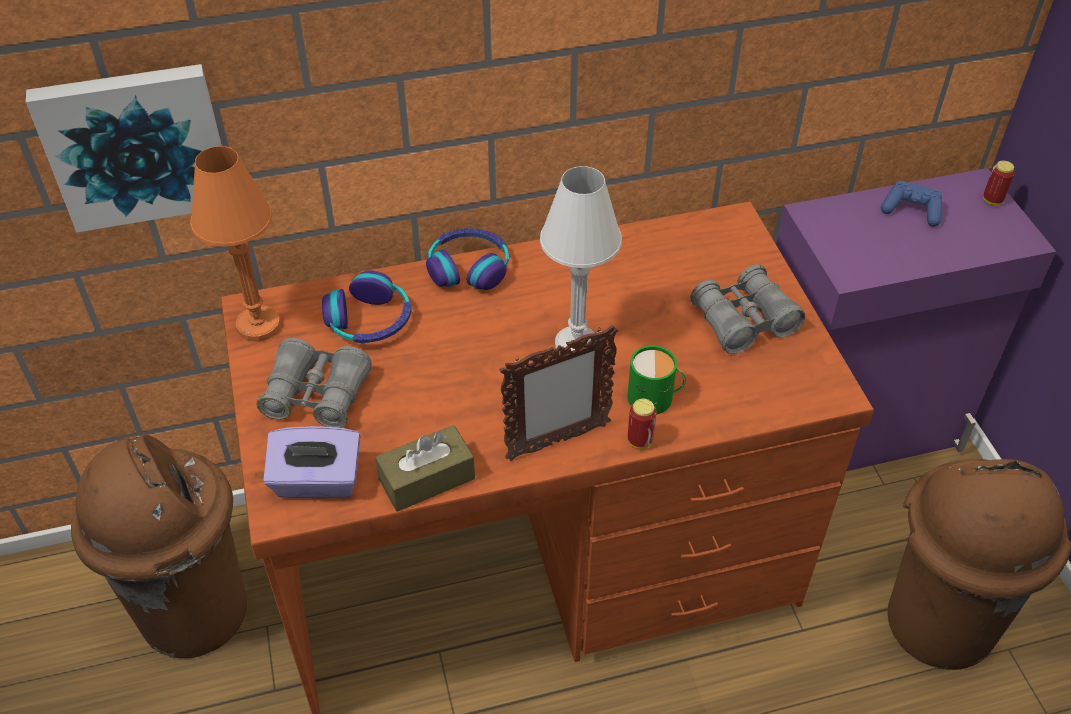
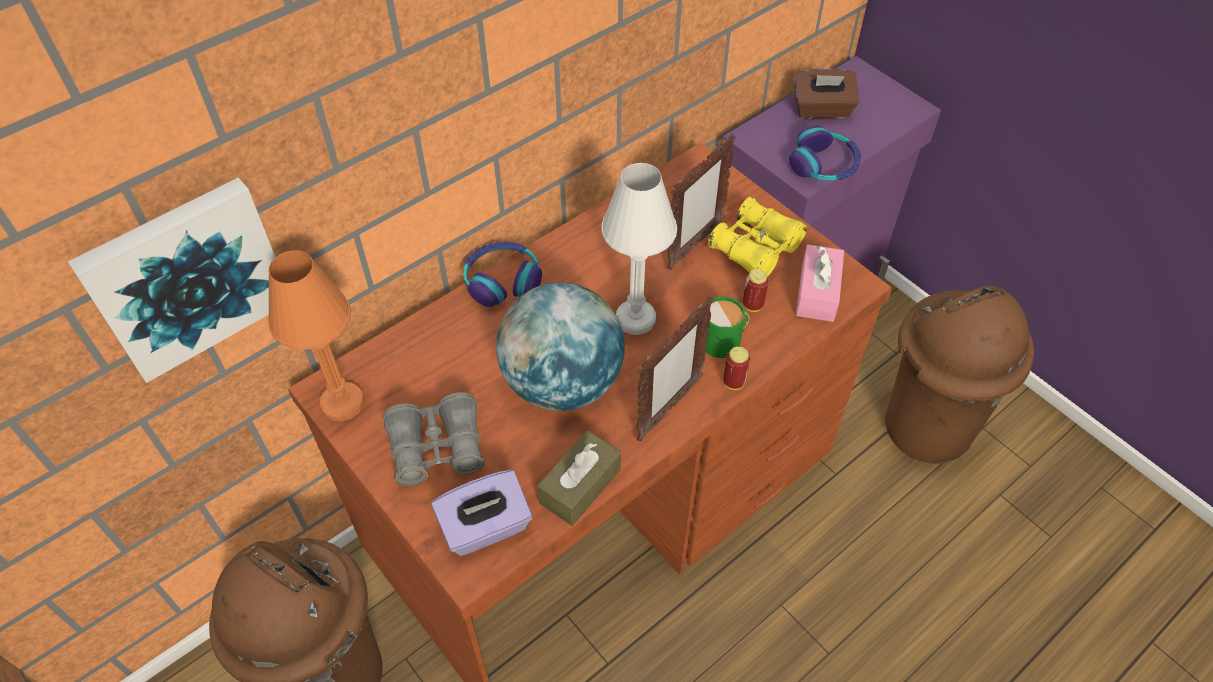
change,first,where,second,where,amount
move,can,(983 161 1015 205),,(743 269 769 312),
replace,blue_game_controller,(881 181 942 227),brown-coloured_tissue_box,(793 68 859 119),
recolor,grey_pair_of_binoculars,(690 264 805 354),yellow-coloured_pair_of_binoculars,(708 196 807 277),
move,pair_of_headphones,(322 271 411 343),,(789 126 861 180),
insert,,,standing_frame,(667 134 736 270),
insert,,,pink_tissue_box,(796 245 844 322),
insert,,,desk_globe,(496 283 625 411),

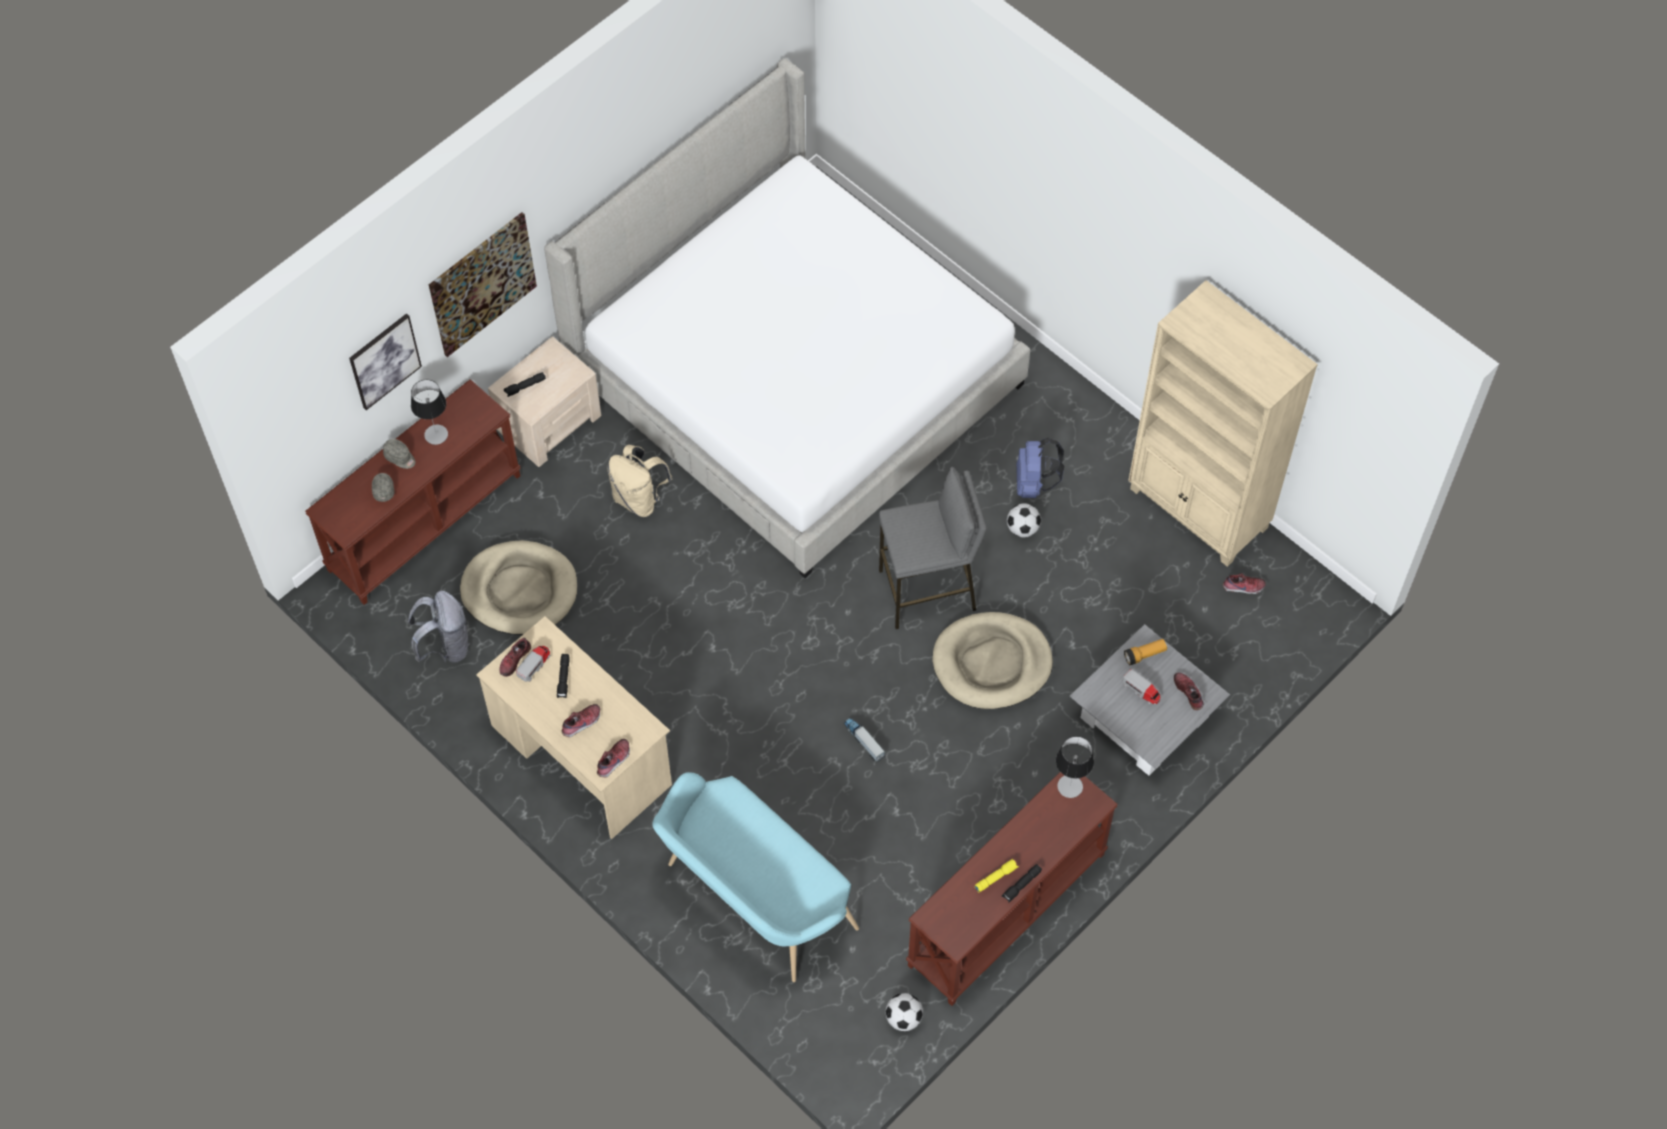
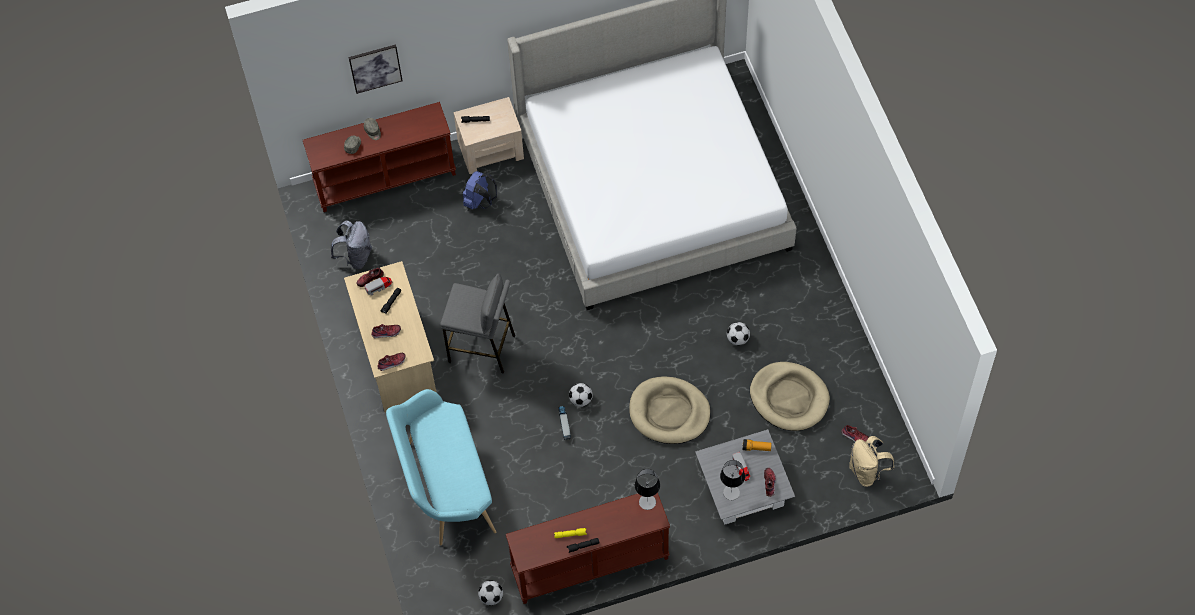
change,first,where,second,where,amount
delete,wall_art,(429 212 537 357),,,
delete,sand-coloured_bookshelf,(1128 280 1318 567),,,
move,tabletop_lamp,(411 380 448 445),,(720 460 745 500),
move,blue_backpack,(1016 438 1064 498),,(463 171 497 209),
move,sand-coloured_backpack,(608 445 672 517),,(849 436 895 487),
move,grey_stool_seat,(879 467 987 629),,(440 273 515 374),
move,sand-coloured_dog_bed,(460 540 577 635),,(750 362 830 431),
insert,,,ball_for_football,(569 383 593 407),

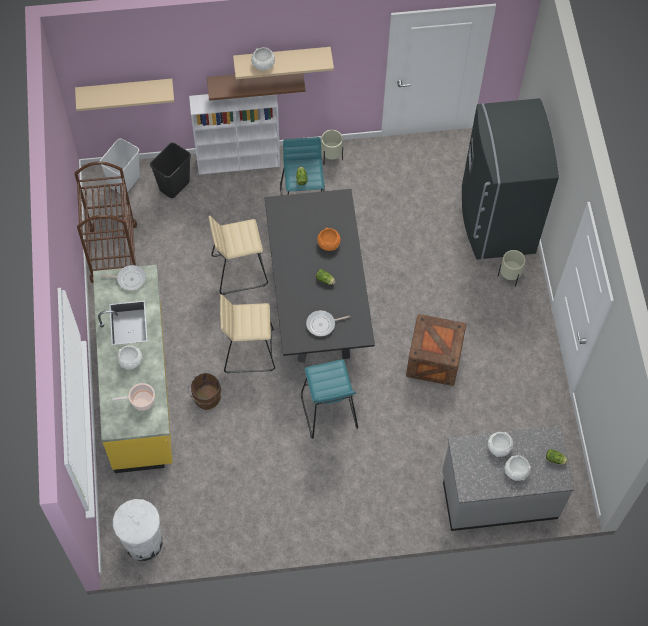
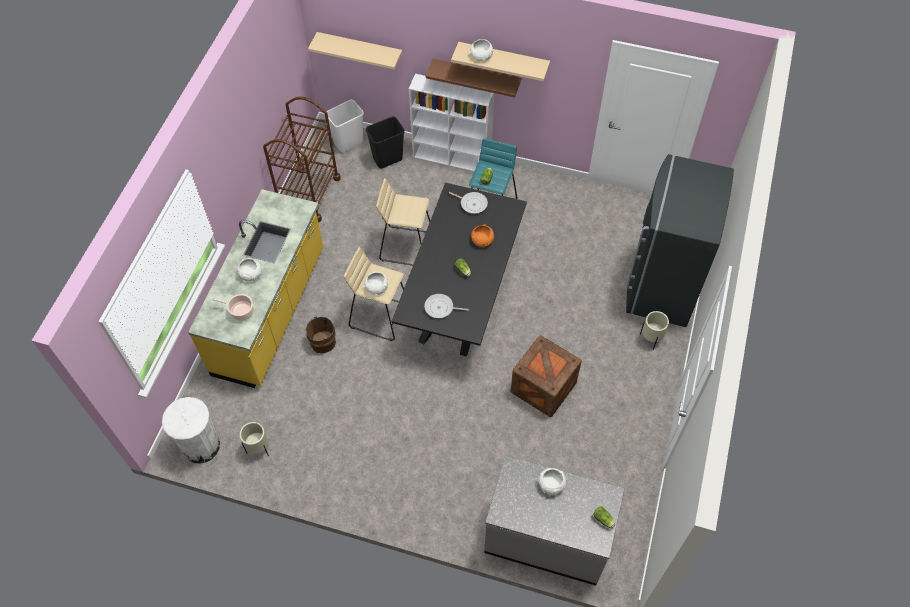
change,first,where,second,where,amount
move,sand-coloured_flower_pot,(321 130 343 164),,(240 422 269 457),
move,pan,(101 265 146 291),,(449 192 488 214),
delete,blue-green_stool_seat,(301 359 358 439),,,
move,white-coloured_deep_dish,(505 455 531 481),,(364 271 388 295),

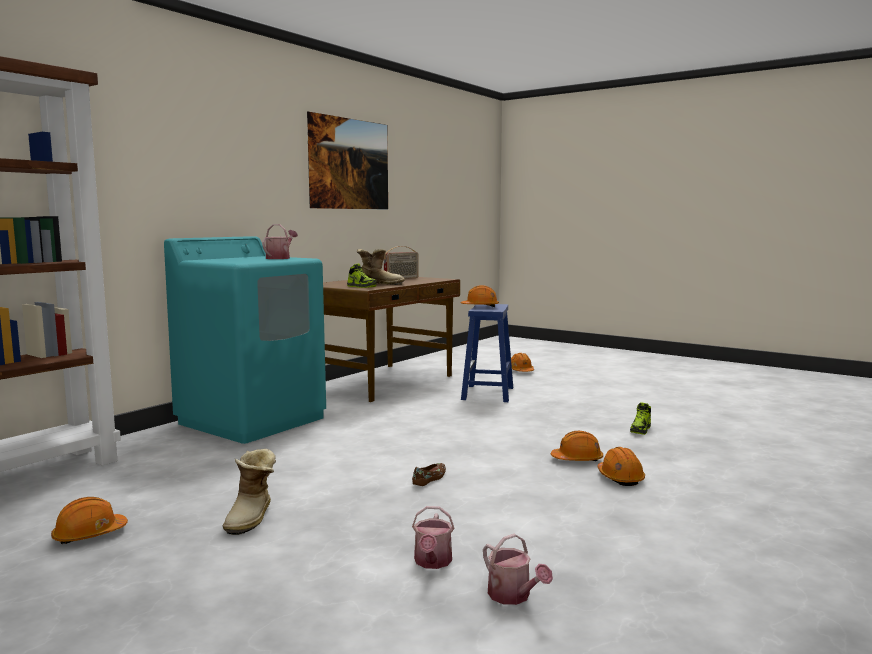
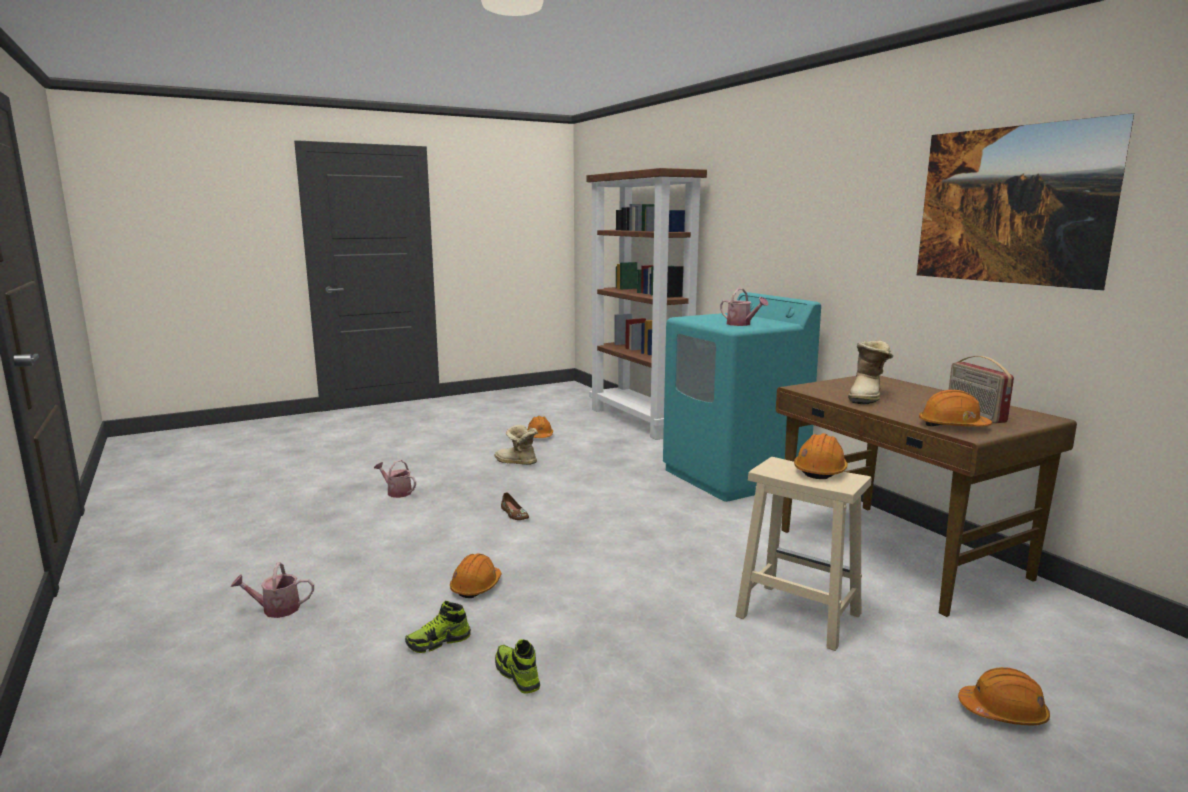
change,first,where,second,where,amount
move,low_shoe,(347 263 377 288),,(405 601 471 653),
recolor,blue_stool_seat,(461 304 513 402),sand-coloured_stool_seat,(736 457 872 651),
move,orange_hard_hat,(597 447 645 486),,(919 390 992 426),
move,watering_pot,(483 534 553 605),,(231 562 314 618),

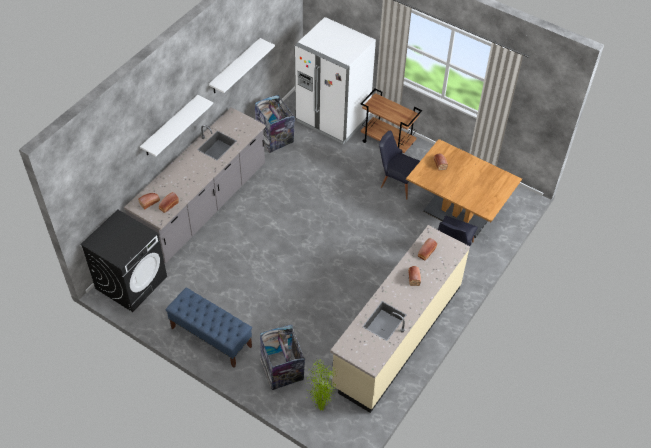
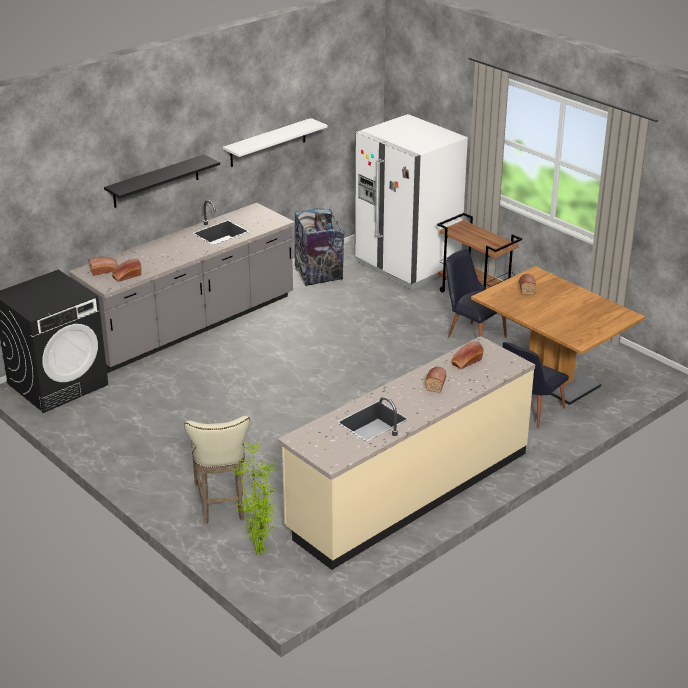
change,first,where,second,where,amount
recolor,white-coloured_shelf,(140 95 213 156),black-coloured_shelf,(104 155 220 208),
delete,blue_bench,(166 287 252 367),,,
replace,trash_can,(260 325 305 390),sand-coloured_stool_seat,(184 416 250 524),

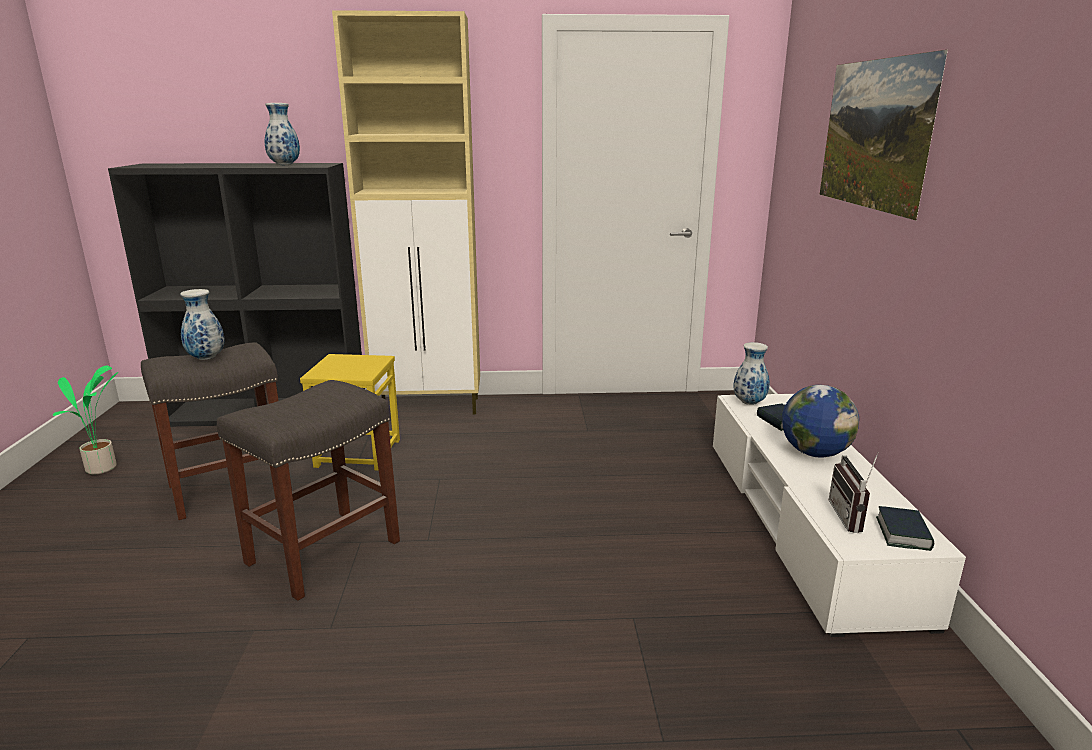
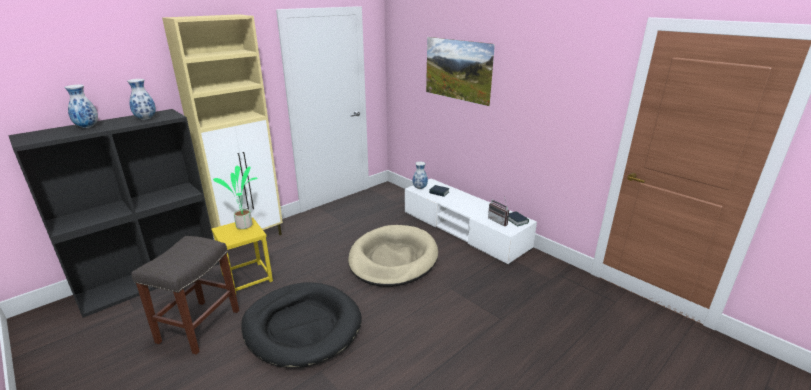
change,first,where,second,where,amount
move,vase,(180 289 225 360),,(65 85 98 128),
move,potted_plant,(53 366 119 475),,(213 166 258 229),
replace,grey_stool_seat,(217 380 400 601),black-coloured_dog_bed,(241 282 362 368),
delete,desk_globe,(782 385 859 458),,,
insert,,,sand-coloured_dog_bed,(348 225 438 287),

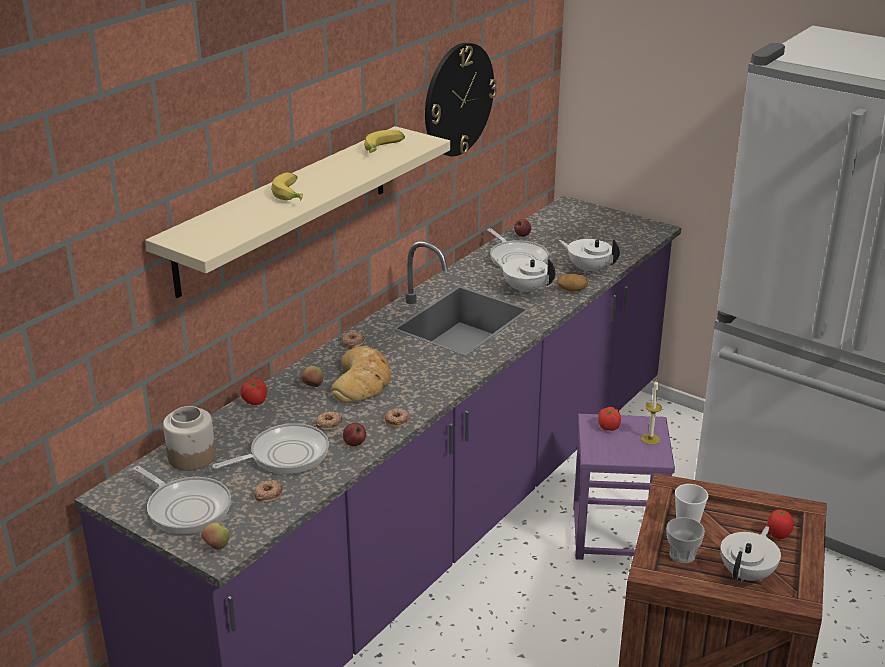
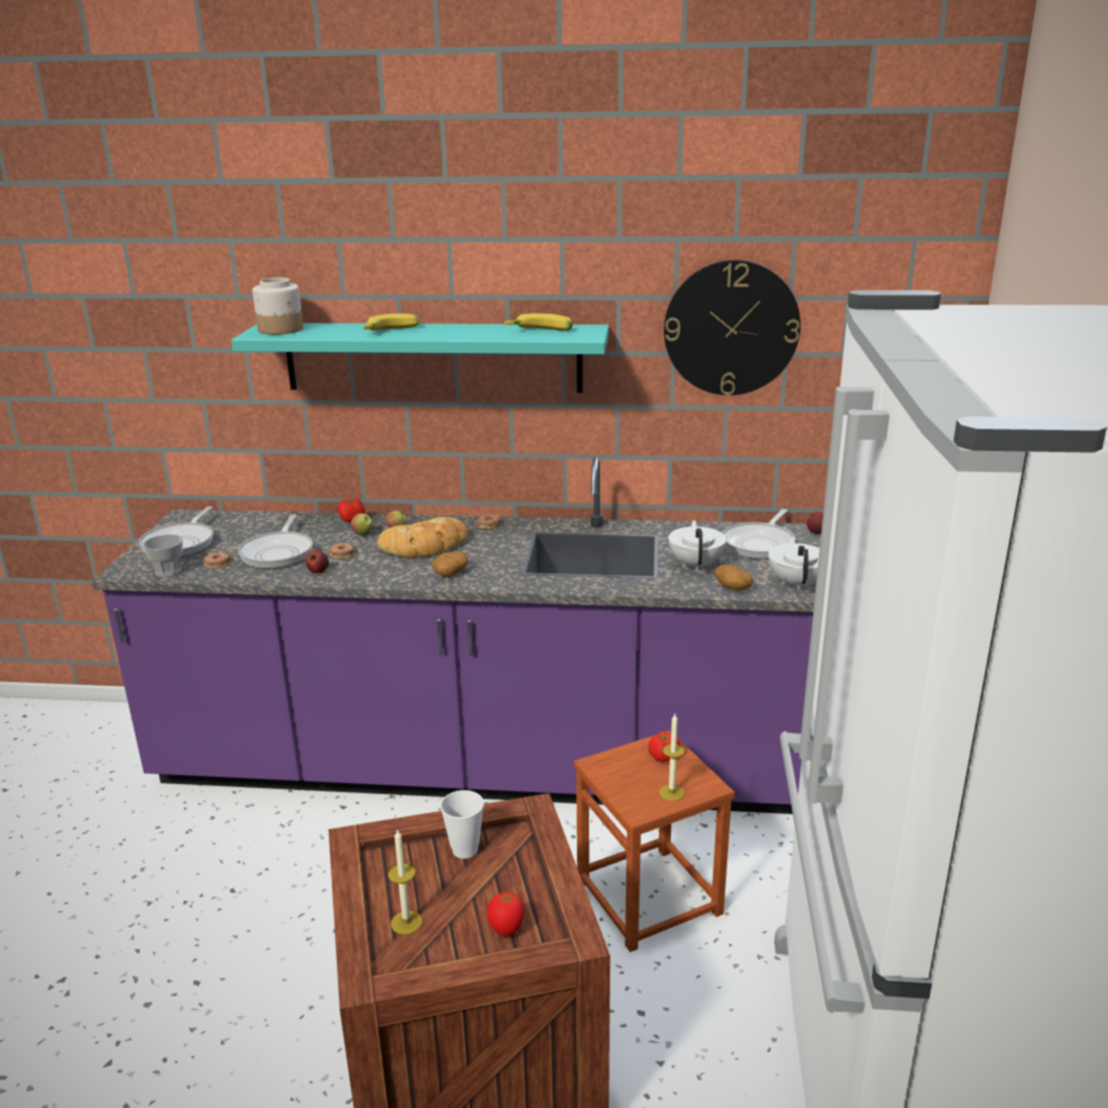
change,first,where,second,where,amount
recolor,sand-coloured_shelf,(145 126 450 298),blue-green_shelf,(231 323 609 393),
move,preserve_jar,(163 406 216 471),,(252 278 303 335),
delete,ring_doughnut,(385 408 410 428),,,
recolor,purplish_stool_seat,(573 414 675 560),brown-coloured_stool_seat,(574 731 735 952),
rotate,pan,(212 423 329 474),,(238 514 313 569),60 degrees clockwise
move,small_cup,(666 517 705 563),,(143 534 183 577),
move,apple_fruit,(202 522 229 550),,(351 513 373 536),
replace,white-coloured_pot_for_tea,(721 526 781 582),wax_light,(388 829 422 935),
insert,,,spud,(432 551 468 577),

